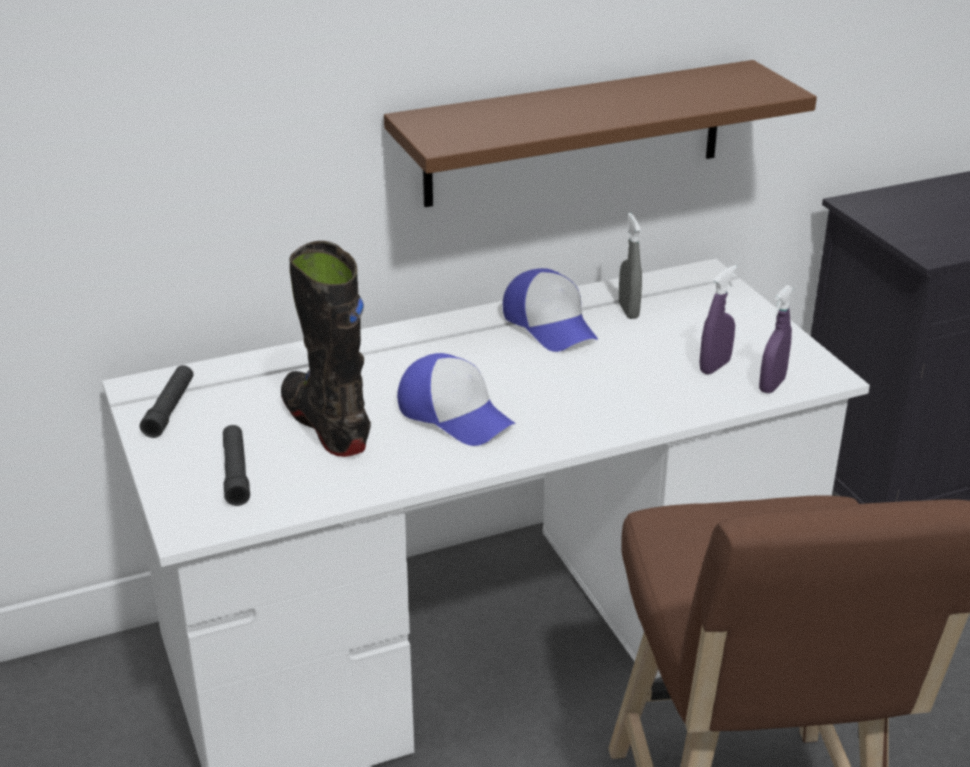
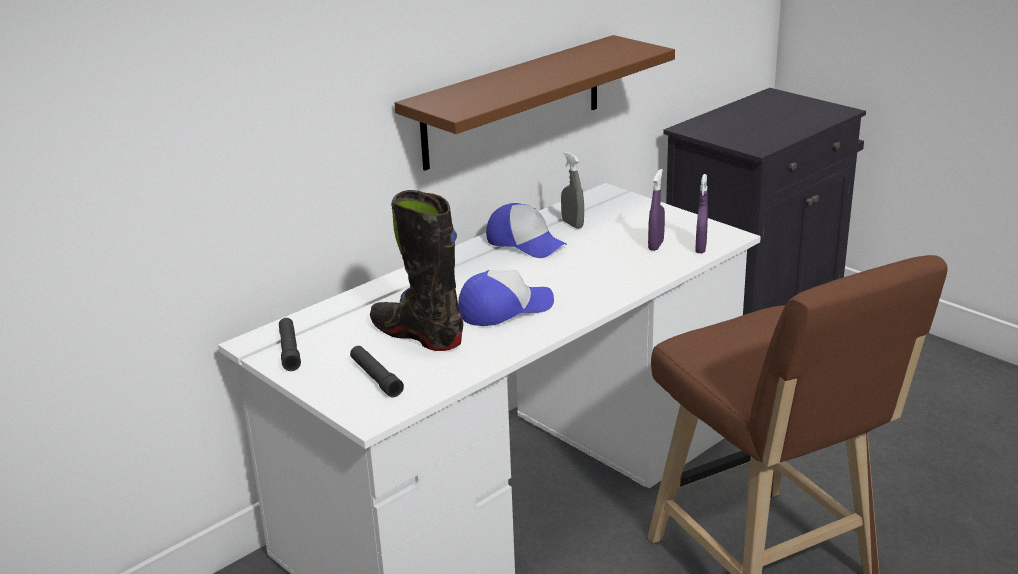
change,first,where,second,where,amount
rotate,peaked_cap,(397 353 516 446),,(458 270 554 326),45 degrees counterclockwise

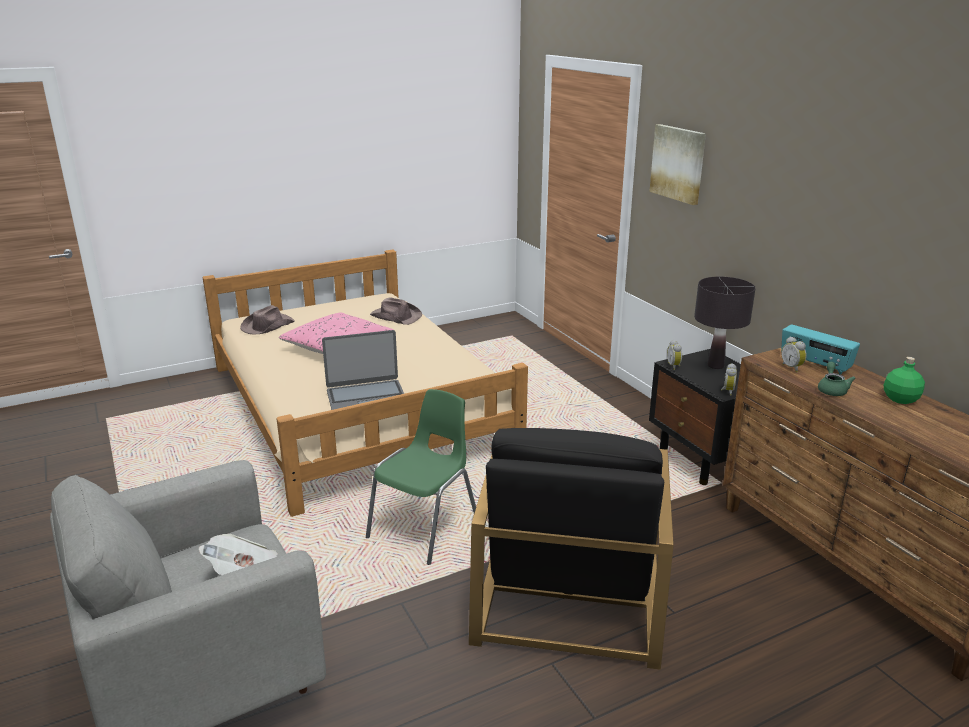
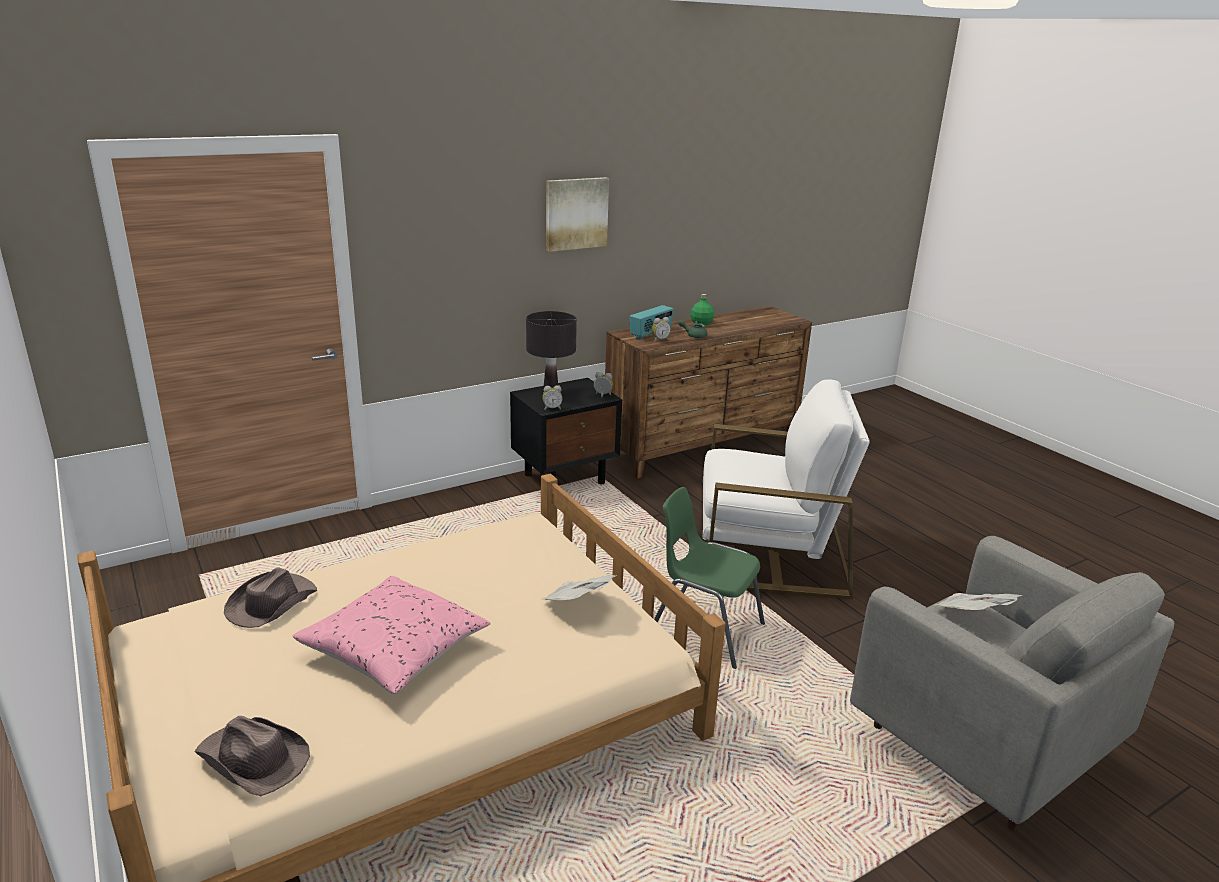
change,first,where,second,where,amount
move,wall_art,(649 124 706 205),,(546 177 609 252),
replace,portable_computer,(322 330 404 410),daily_paper,(541 575 617 600),
recolor,black-coloured_easy_chair,(469 428 674 670),white-coloured_easy_chair,(702 380 870 599),

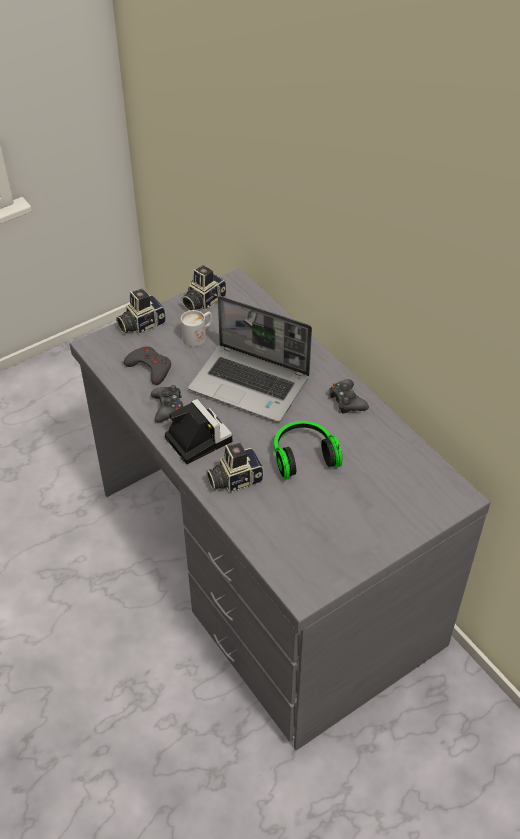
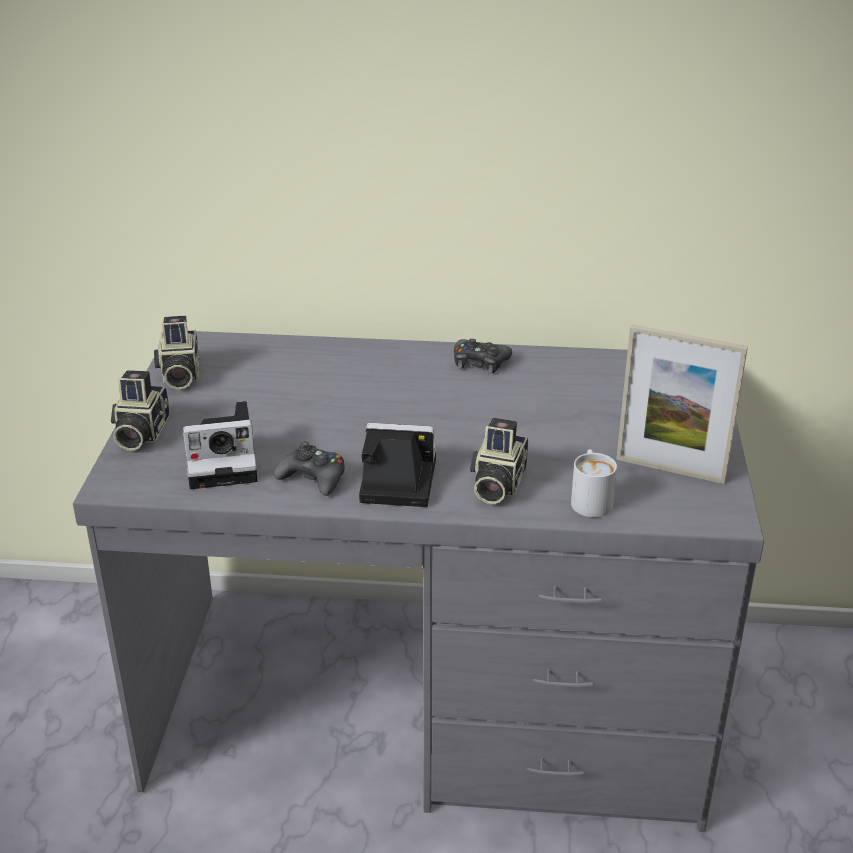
change,first,where,second,where,amount
delete,portable_computer,(188 296 312 422),,,
move,white-coloured_tea_mug,(181 310 212 347),,(571 449 617 517),
replace,grey_game_controller,(124 346 171 385),still_camera,(183 401 258 489),
delete,pair_of_headphones,(274 421 342 480),,,
insert,,,standing_frame,(616 324 748 484),

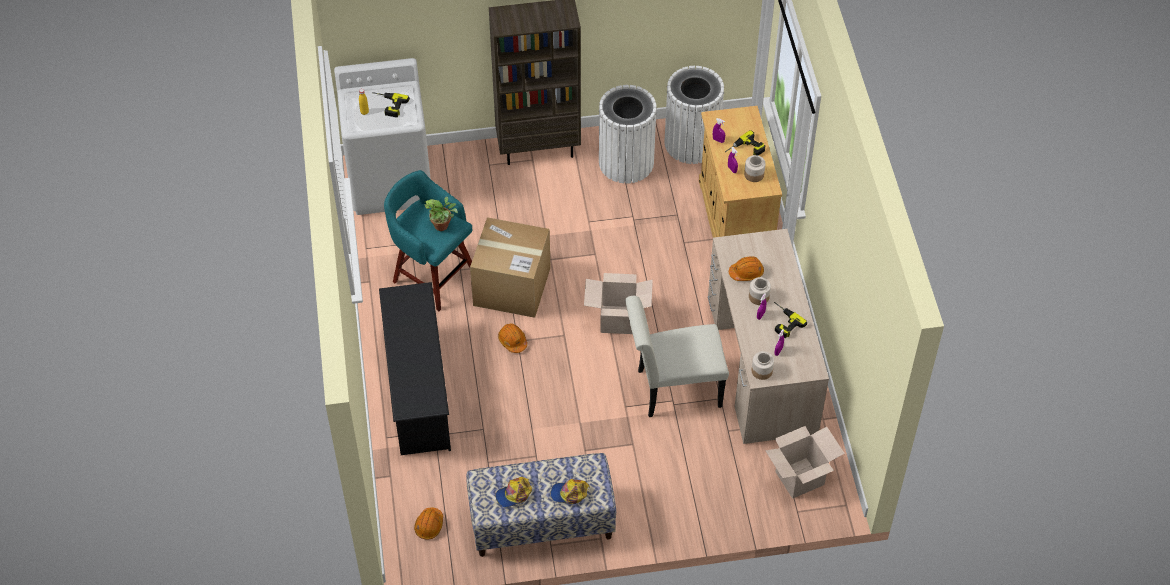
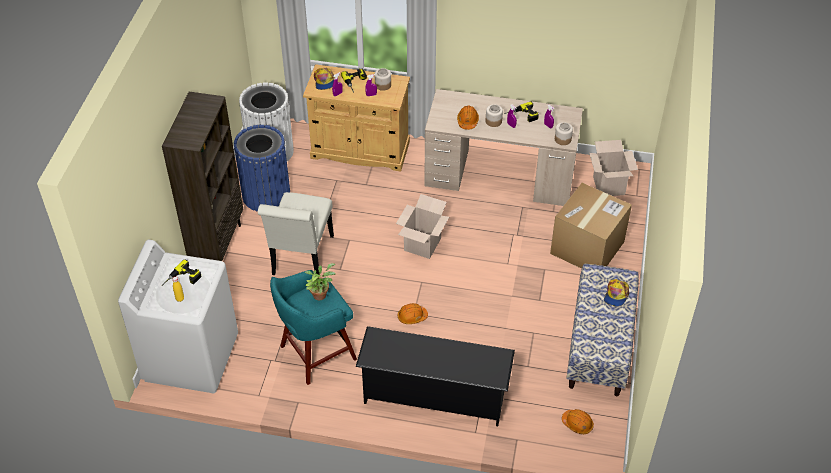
change,first,where,second,where,amount
recolor,white-coloured_trash_can,(599 85 657 184),blue_trash_can,(234 125 290 212),
move,cardboard_box,(470 217 551 318),,(550 183 632 269),
move,white-coloured_plain_chair,(625 296 729 417),,(258 192 334 275),
move,peaked_cap,(496 477 532 507),,(314 68 334 90),

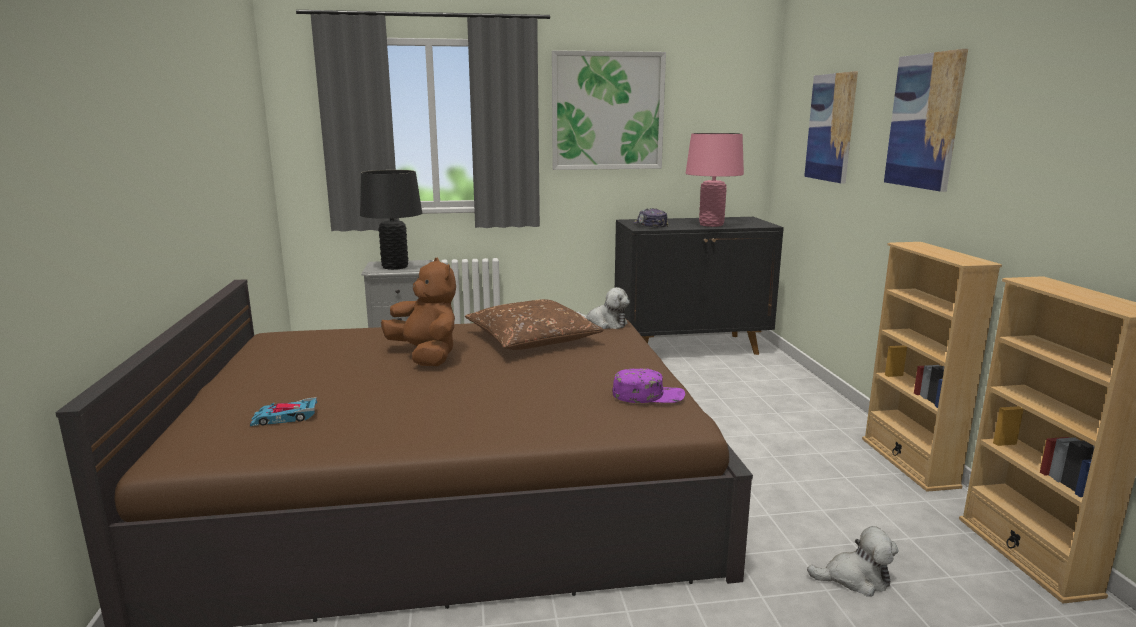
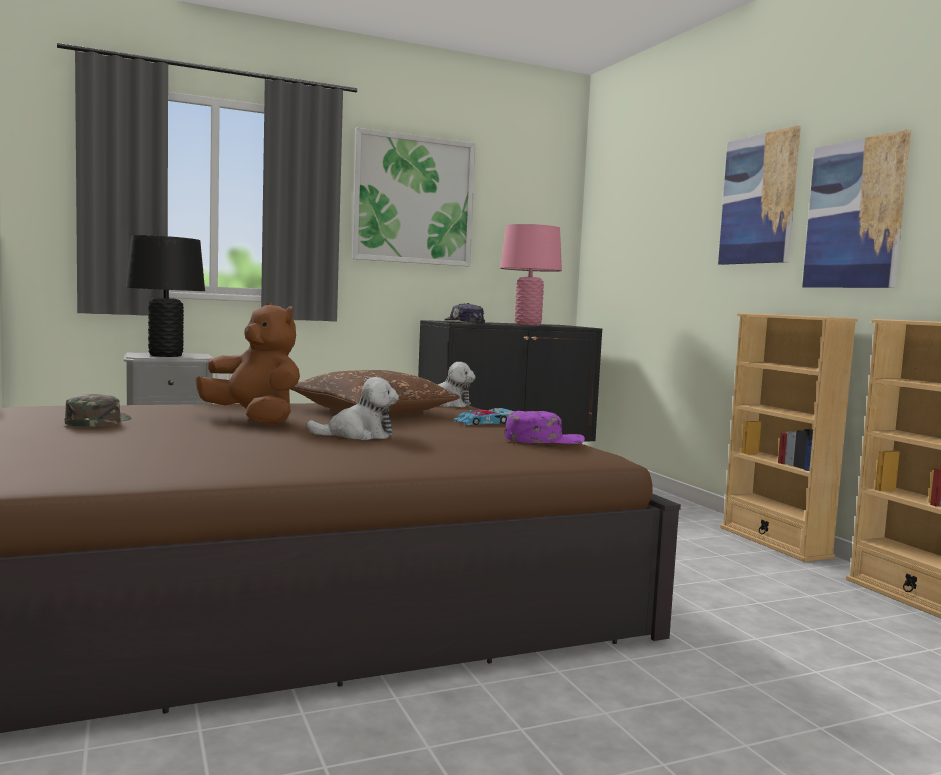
change,first,where,second,where,amount
move,wall_art,(804 71 858 184),,(802 129 911 288),
move,miniature_car,(250 397 317 426),,(454 408 514 425),
move,cuddly_toy,(807 526 899 596),,(306 377 399 440),
insert,,,green-coloured_peaked_cap,(65 394 131 427),

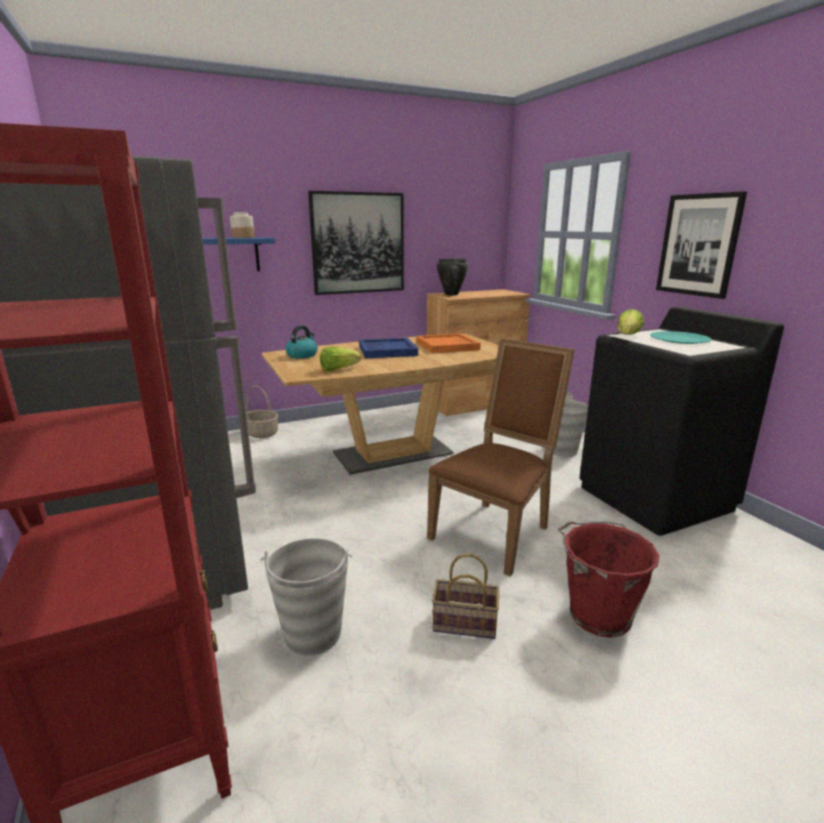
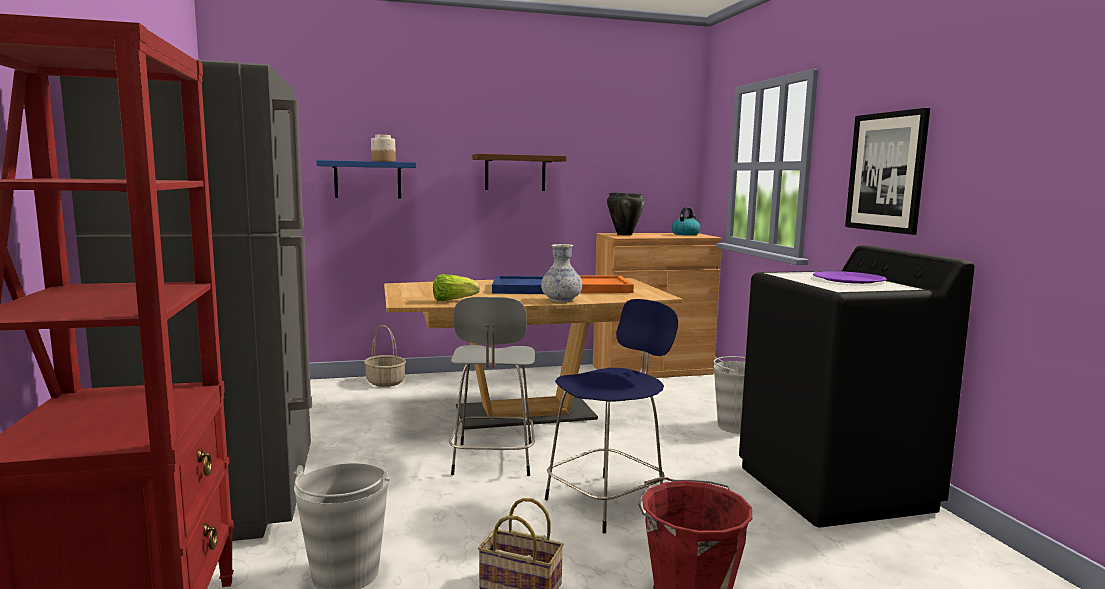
change,first,where,second,where,amount
replace,wall_art,(308 191 404 295),brown-coloured_shelf,(472 154 566 191),
delete,lettuce_head,(617 309 644 335),,,
move,water_kettle,(285 325 318 359),,(671 207 701 235),
recolor,blue-green_plate,(650 331 711 344),purplish_plate,(813 271 887 284),
replace,brown-coloured_plain_chair,(427 338 575 576),blue_stool_seat,(545 299 678 534),
insert,,,vase,(541 244 582 302),
insert,,,grey_stool_seat,(449 297 535 476),

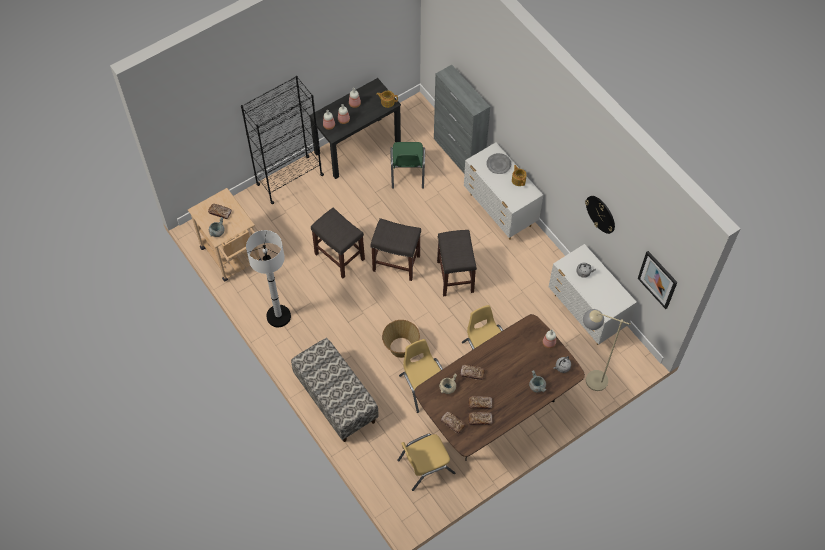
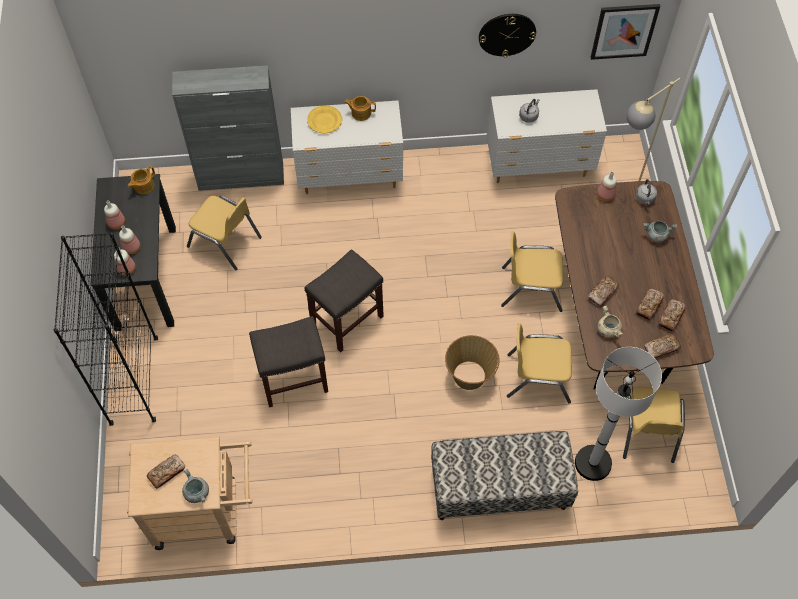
change,first,where,second,where,amount
recolor,green-coloured_plain_chair,(390 142 425 189),yellow-coloured_plain_chair,(187 196 262 270),
recolor,grey_plate,(486 153 511 174),yellow-coloured_plate,(307 105 342 133),
move,white-coloured_standard_lamp,(246 230 291 327),,(575 347 662 481),
delete,grey_stool_seat,(437 230 476 296),,,

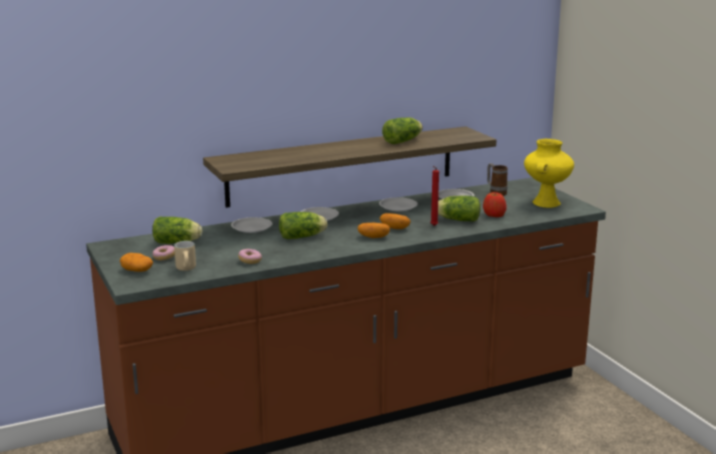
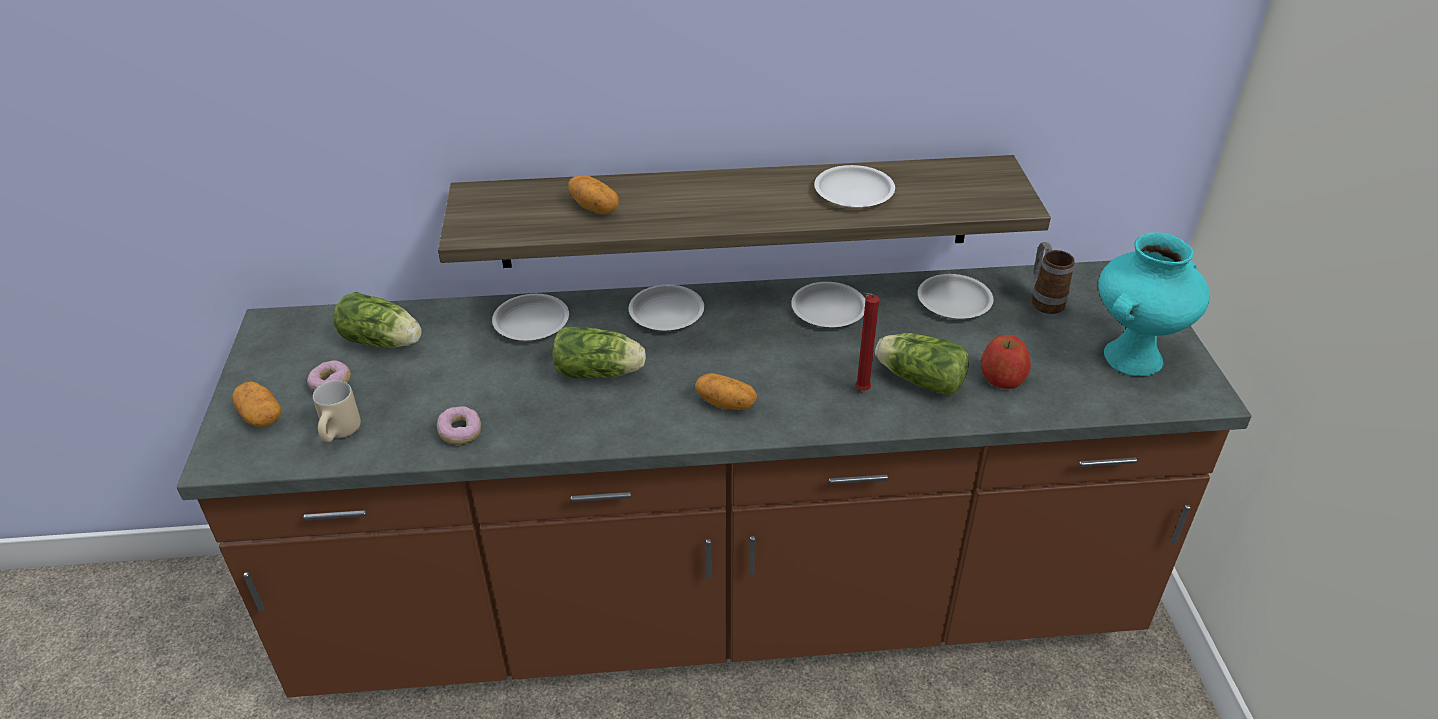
change,first,where,second,where,amount
replace,lettuce_head,(382 117 423 144),white-coloured_plate,(814 165 895 208),
recolor,yellow-coloured_vase,(524 139 574 208),blue-green_vase,(1098 232 1210 376),
move,spud,(380 213 411 229),,(568 175 619 214),

